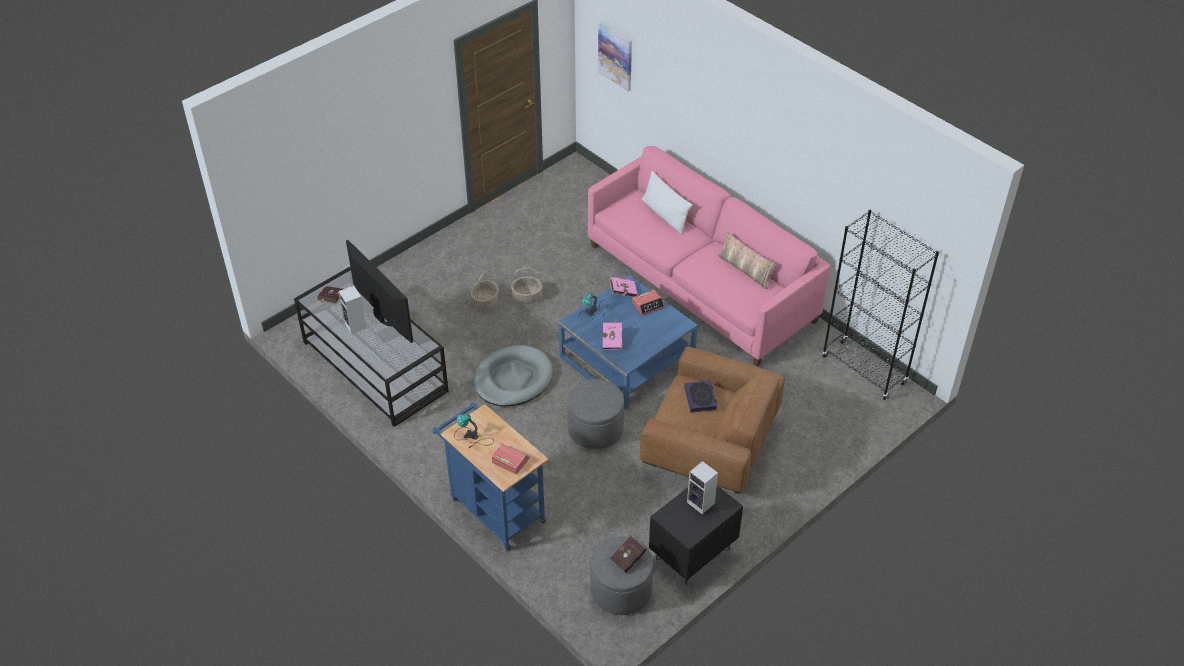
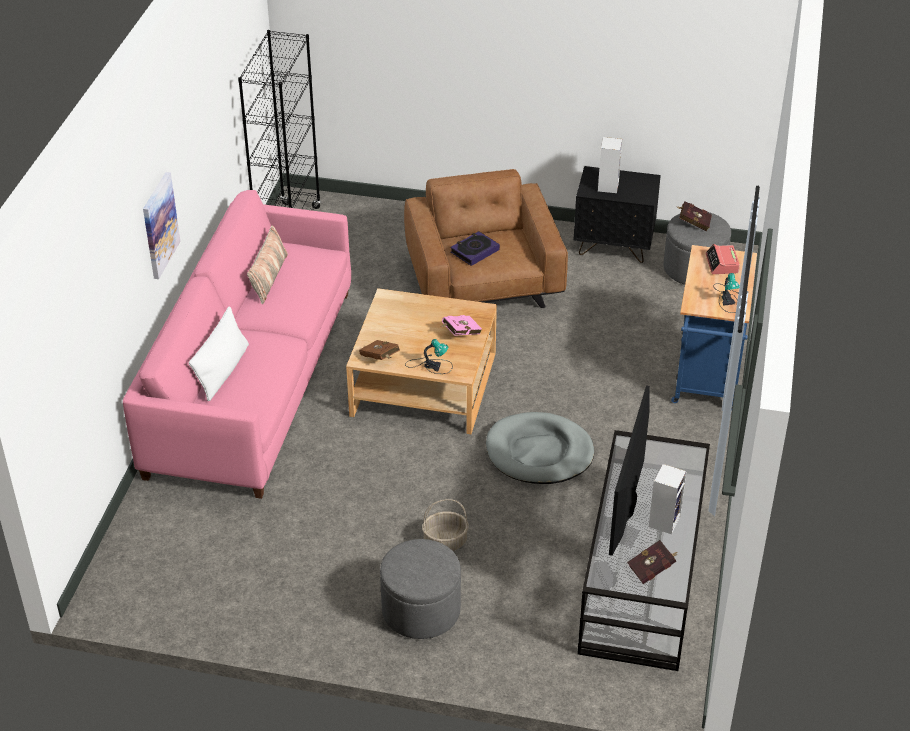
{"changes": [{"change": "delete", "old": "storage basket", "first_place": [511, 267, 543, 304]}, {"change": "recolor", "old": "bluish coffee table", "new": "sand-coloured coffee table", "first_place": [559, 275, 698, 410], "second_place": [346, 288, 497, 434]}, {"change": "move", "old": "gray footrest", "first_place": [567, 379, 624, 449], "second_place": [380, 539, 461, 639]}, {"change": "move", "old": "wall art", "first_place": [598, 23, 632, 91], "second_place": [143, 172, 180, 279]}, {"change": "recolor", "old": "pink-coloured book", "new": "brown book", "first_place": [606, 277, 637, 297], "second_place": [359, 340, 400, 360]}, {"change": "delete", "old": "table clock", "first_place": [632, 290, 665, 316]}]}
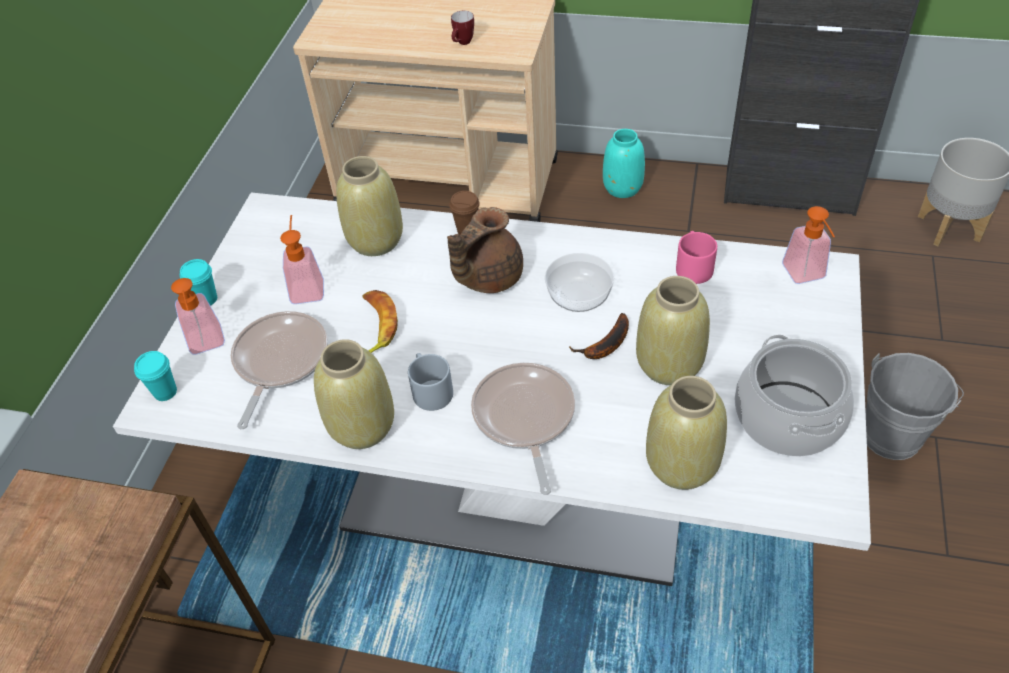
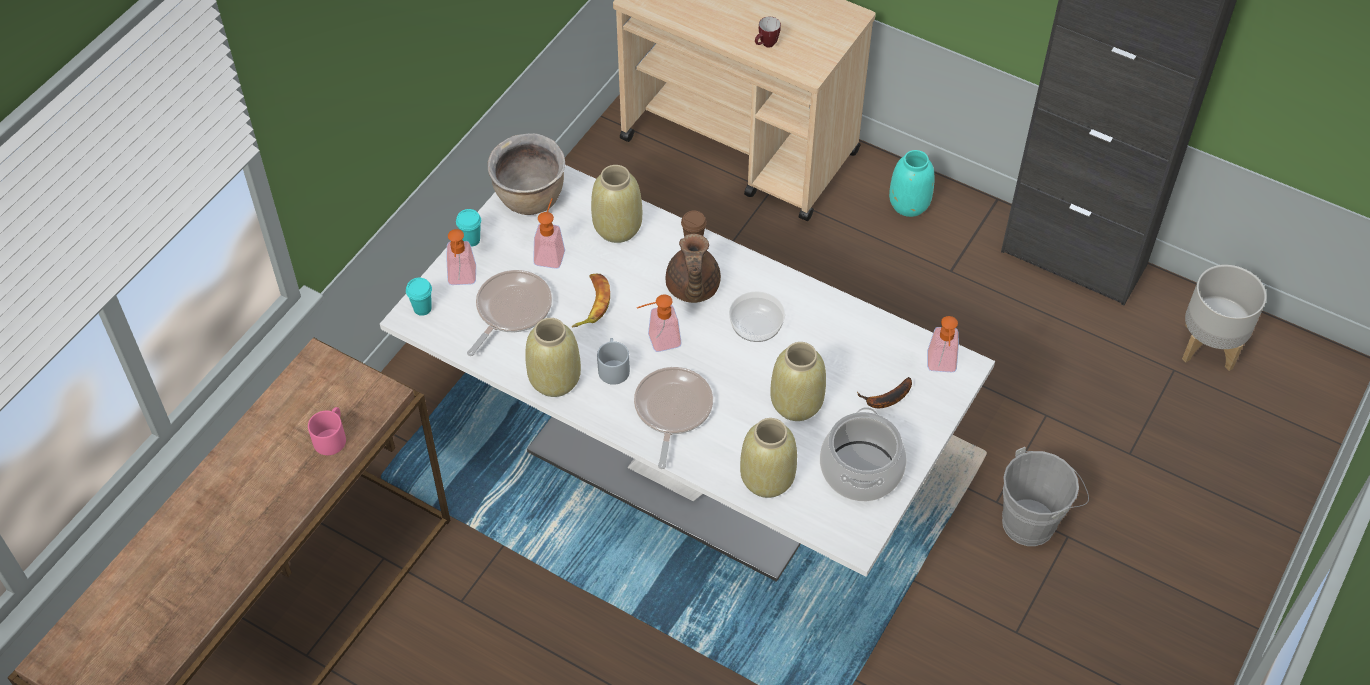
{"changes": [{"change": "rotate", "old": "brown pot for tea", "first_place": [447, 207, 523, 293], "second_place": [666, 234, 721, 303], "degrees": -60}, {"change": "move", "old": "banana fruit", "first_place": [569, 313, 629, 359], "second_place": [857, 377, 912, 408]}, {"change": "move", "old": "pink-coloured mug", "first_place": [676, 231, 717, 284], "second_place": [308, 407, 346, 455]}, {"change": "insert", "new": "brown saucepot", "second_place": [488, 133, 565, 215]}, {"change": "insert", "new": "liquid soap bottle", "second_place": [637, 294, 682, 352]}]}
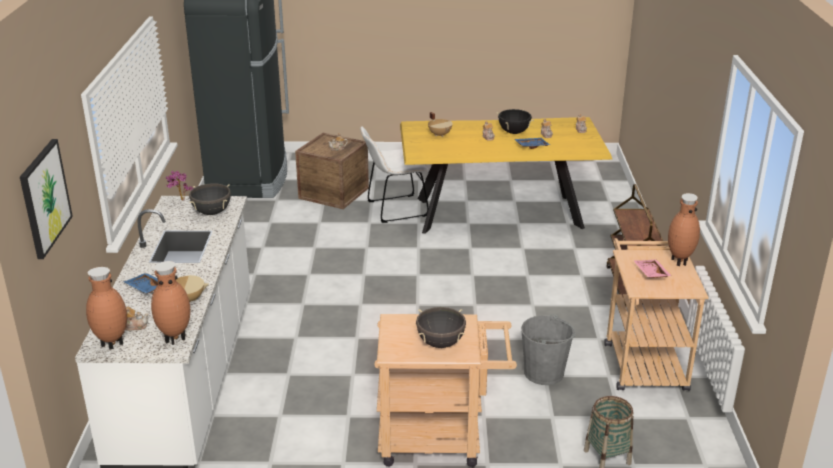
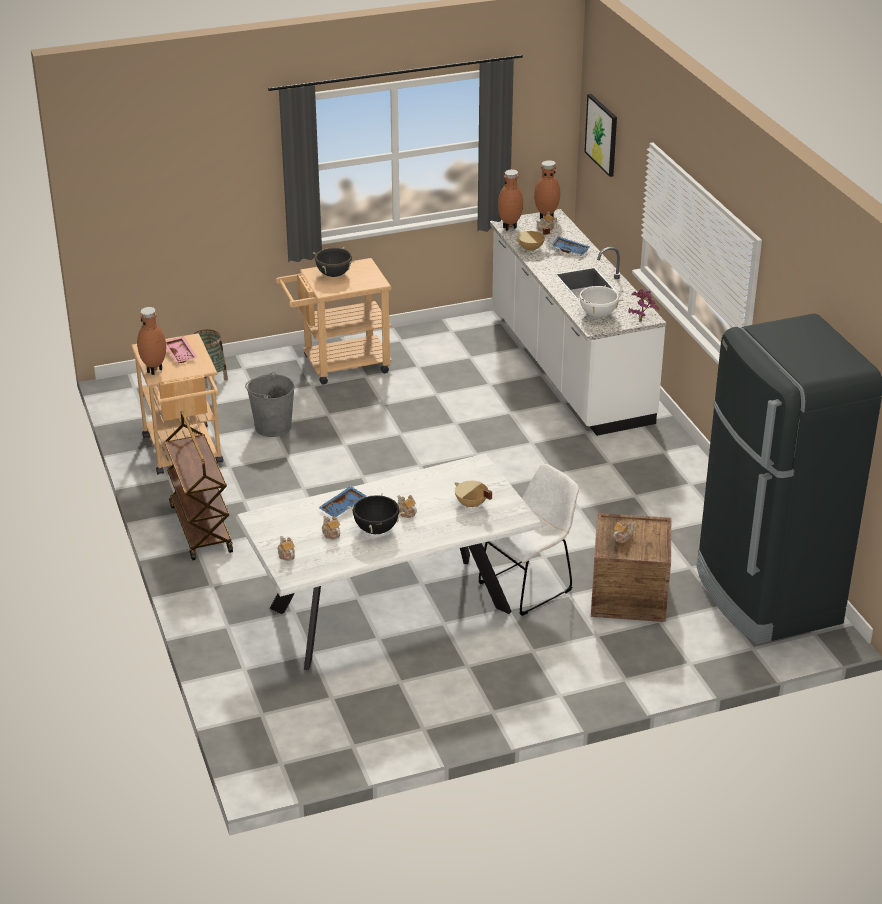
{"changes": [{"change": "recolor", "old": "black saucepot", "new": "white saucepot", "first_place": [189, 183, 231, 215], "second_place": [575, 285, 623, 317]}, {"change": "recolor", "old": "yellowish kitchen table", "new": "white kitchen table", "first_place": [400, 117, 612, 234], "second_place": [236, 454, 543, 670]}]}
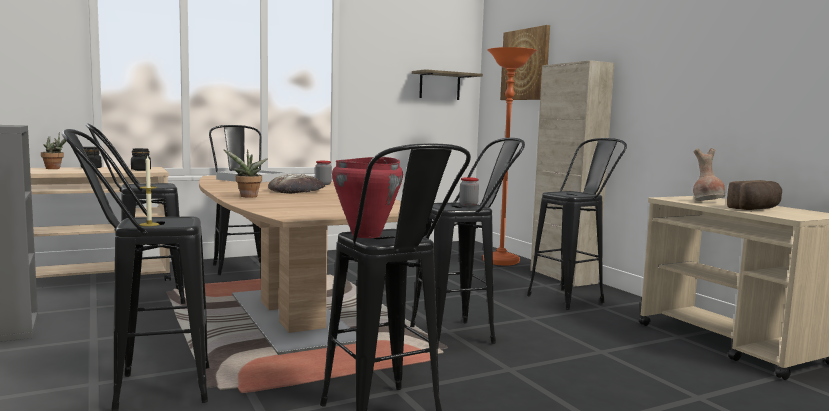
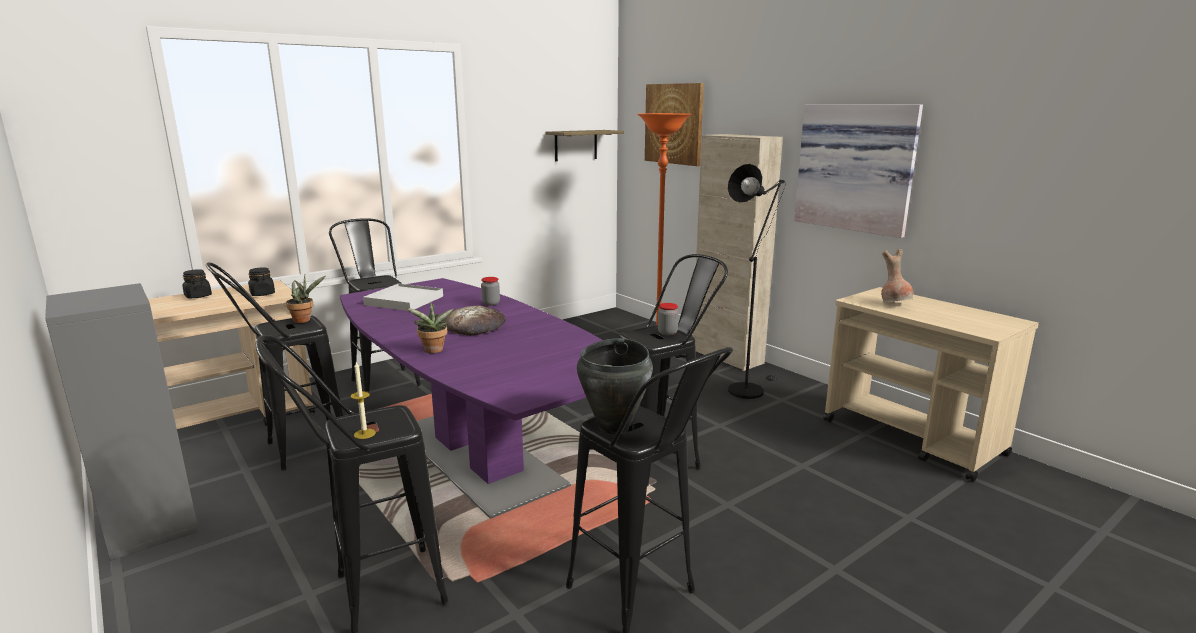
{"changes": [{"change": "move", "old": "potted plant", "first_place": [41, 132, 66, 169], "second_place": [286, 275, 325, 323]}, {"change": "recolor", "old": "brown kitchen table", "new": "purple-coloured kitchen table", "first_place": [199, 176, 401, 355], "second_place": [340, 278, 602, 519]}, {"change": "recolor", "old": "red saucepot", "new": "black saucepot", "first_place": [332, 157, 403, 238], "second_place": [577, 338, 653, 434]}, {"change": "replace", "old": "black stool seat", "new": "black standing lamp", "first_place": [527, 138, 627, 310], "second_place": [728, 164, 786, 399]}, {"change": "delete", "old": "baked bread", "first_place": [727, 180, 782, 210]}, {"change": "insert", "new": "wall art", "second_place": [794, 104, 923, 238]}]}
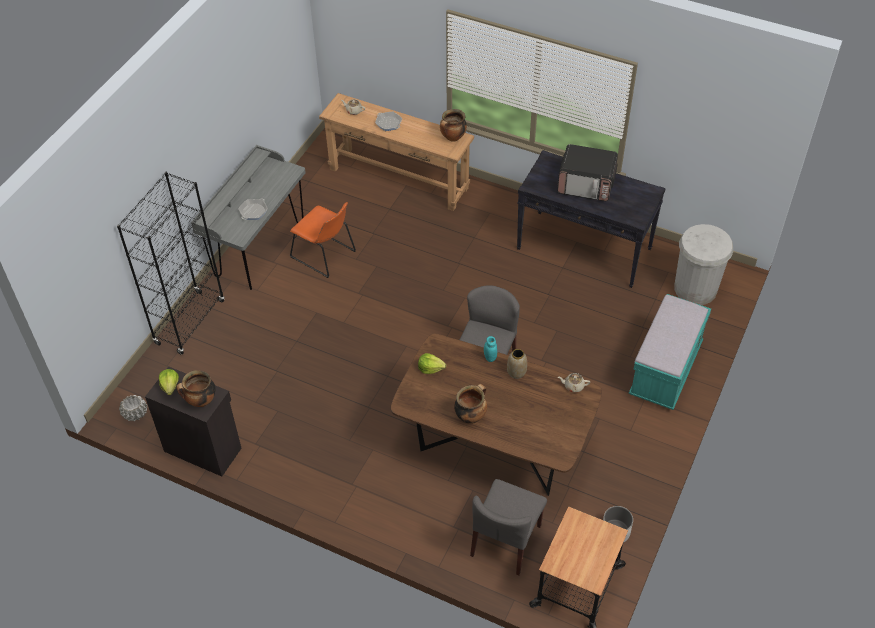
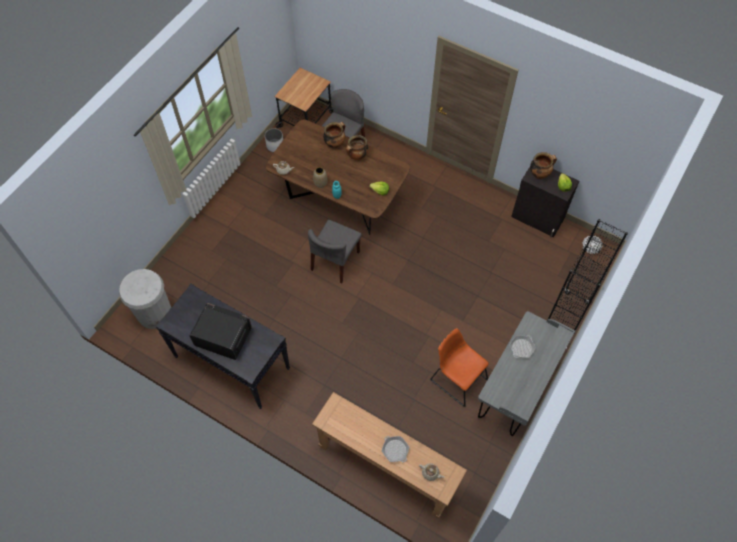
{"changes": [{"change": "move", "old": "saucepot", "first_place": [440, 109, 467, 142], "second_place": [323, 122, 345, 148]}, {"change": "delete", "old": "turquoise indoor bench", "first_place": [629, 294, 711, 410]}]}
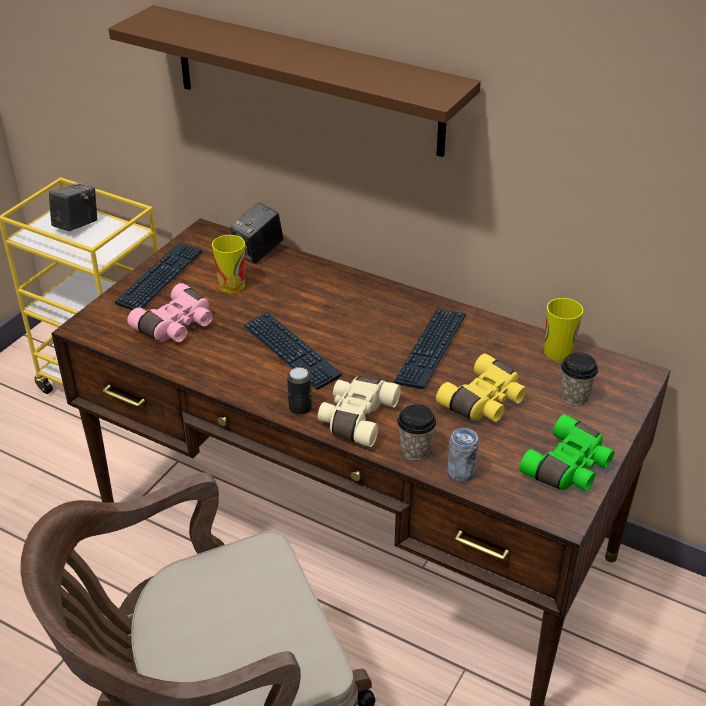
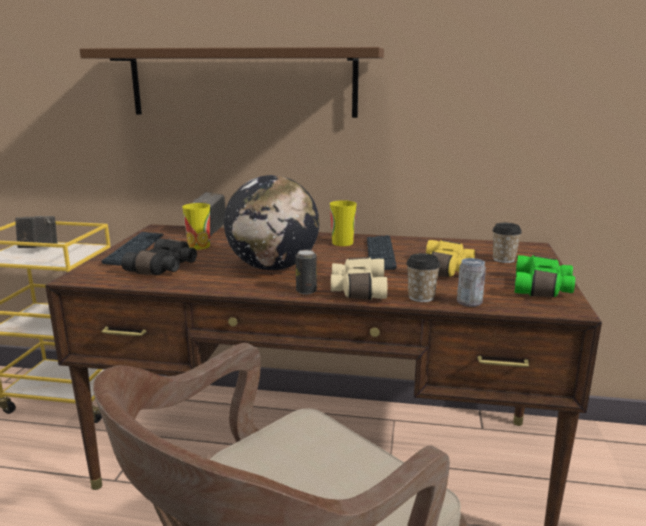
{"changes": [{"change": "recolor", "old": "pink-coloured binoculars", "new": "black binoculars", "first_place": [127, 283, 213, 342], "second_place": [121, 238, 197, 275]}, {"change": "replace", "old": "computer keyboard", "new": "globe", "first_place": [243, 312, 342, 390], "second_place": [224, 175, 319, 270]}, {"change": "move", "old": "cup", "first_place": [544, 298, 583, 361], "second_place": [330, 200, 357, 246]}]}
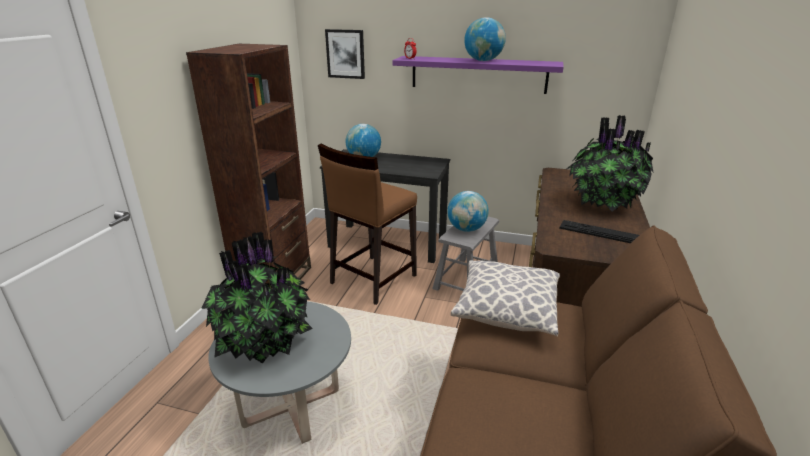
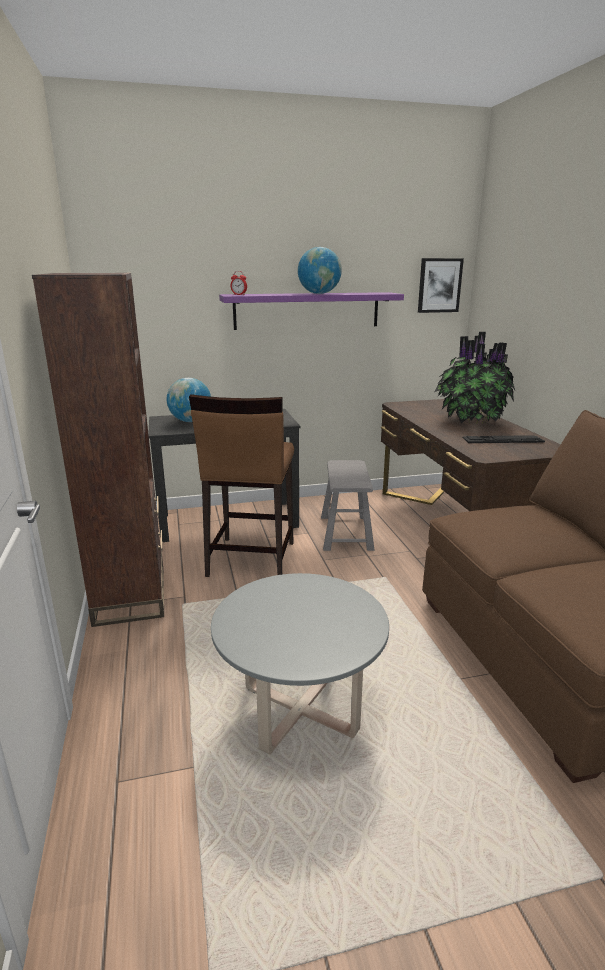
{"changes": [{"change": "delete", "old": "potted plant", "first_place": [201, 231, 313, 364]}, {"change": "move", "old": "wall art", "first_place": [325, 29, 365, 79], "second_place": [418, 258, 464, 313]}, {"change": "delete", "old": "globe", "first_place": [447, 191, 489, 232]}, {"change": "delete", "old": "pillow", "first_place": [451, 260, 560, 336]}]}
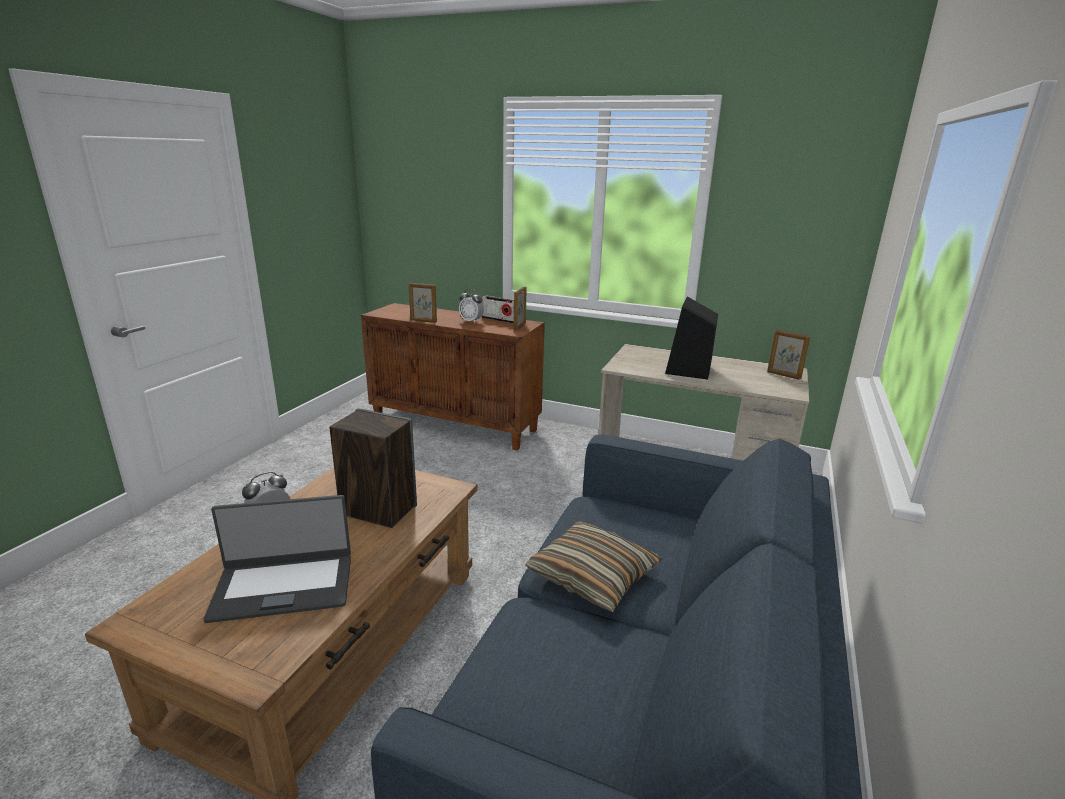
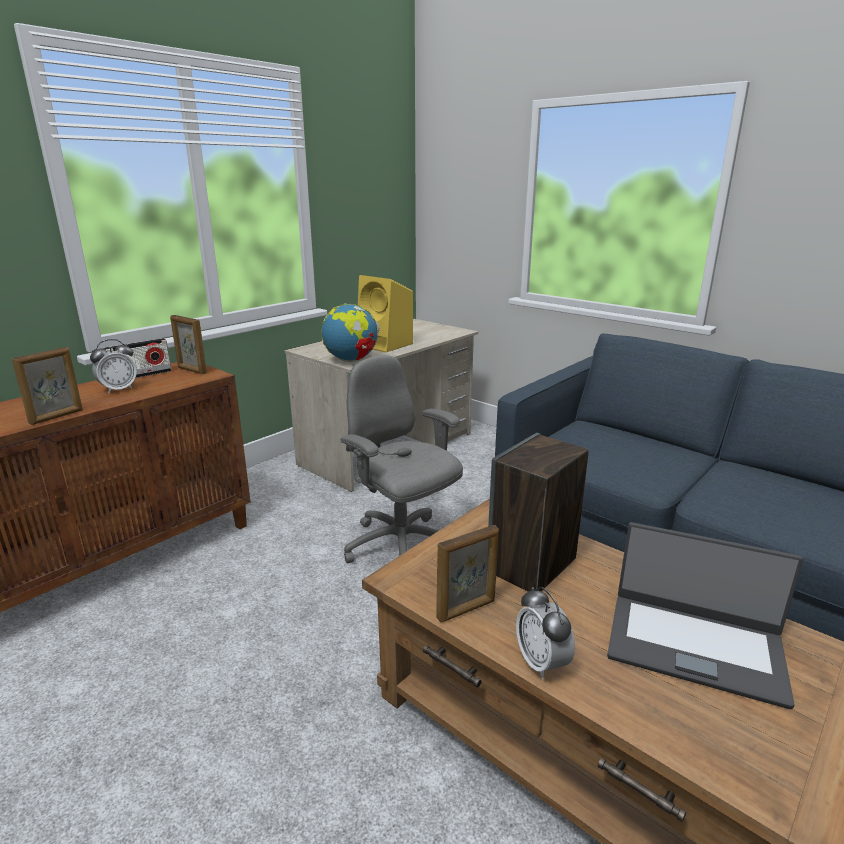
{"changes": [{"change": "rotate", "old": "laptop", "first_place": [204, 495, 351, 623], "second_place": [607, 522, 803, 709], "degrees": 105}, {"change": "delete", "old": "pillow", "first_place": [525, 521, 662, 612]}, {"change": "recolor", "old": "black loudspeaker", "new": "yellowish loudspeaker", "first_place": [665, 296, 718, 379], "second_place": [358, 275, 413, 352]}, {"change": "move", "old": "picture frame", "first_place": [767, 329, 811, 380], "second_place": [436, 525, 499, 623]}, {"change": "insert", "new": "globe", "second_place": [321, 304, 380, 362]}, {"change": "insert", "new": "gray computer chair", "second_place": [341, 355, 463, 563]}]}
